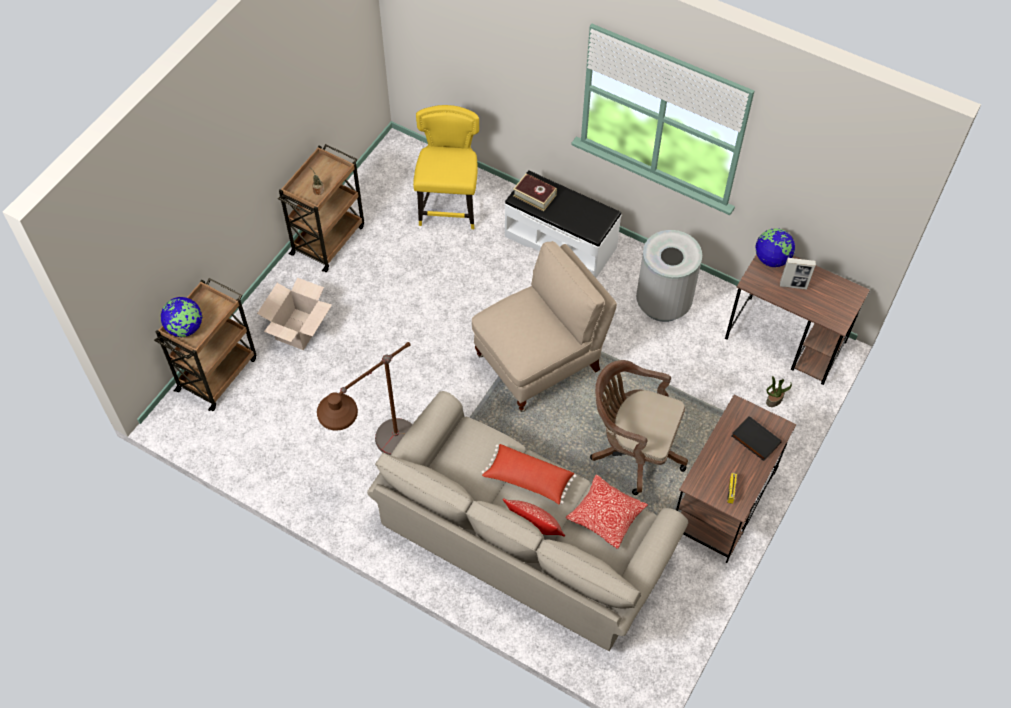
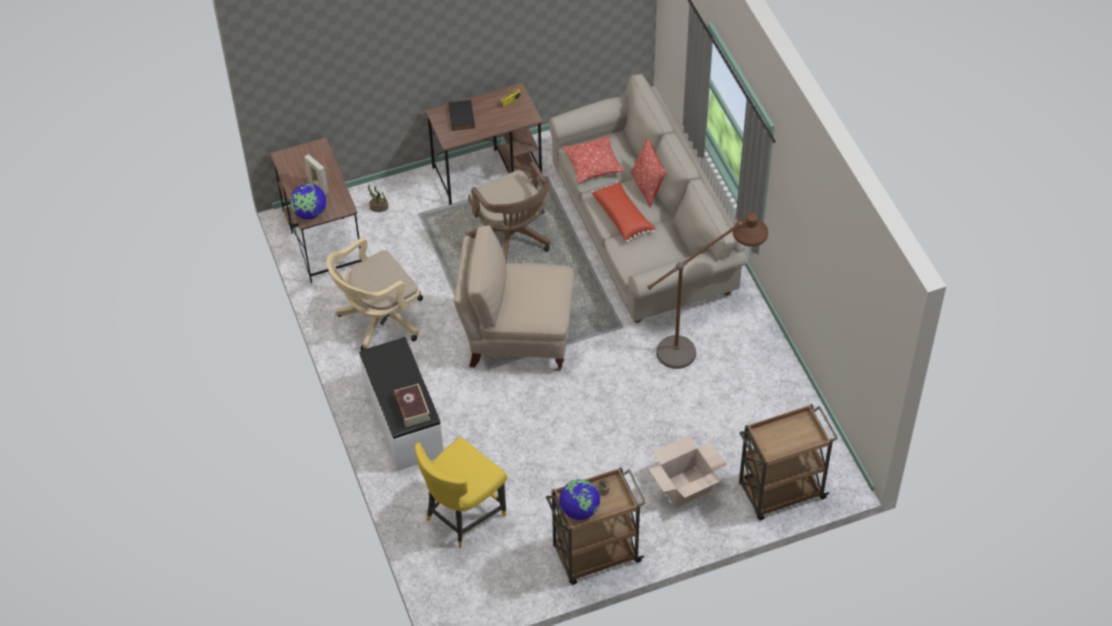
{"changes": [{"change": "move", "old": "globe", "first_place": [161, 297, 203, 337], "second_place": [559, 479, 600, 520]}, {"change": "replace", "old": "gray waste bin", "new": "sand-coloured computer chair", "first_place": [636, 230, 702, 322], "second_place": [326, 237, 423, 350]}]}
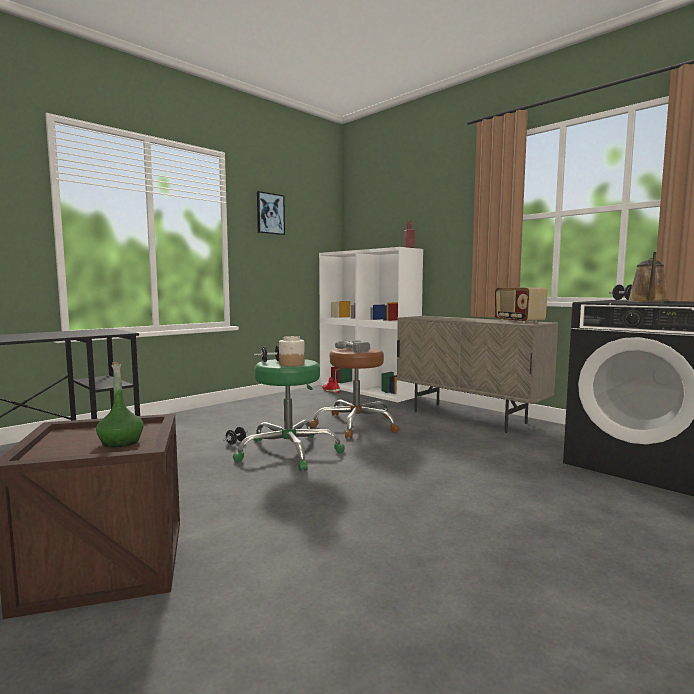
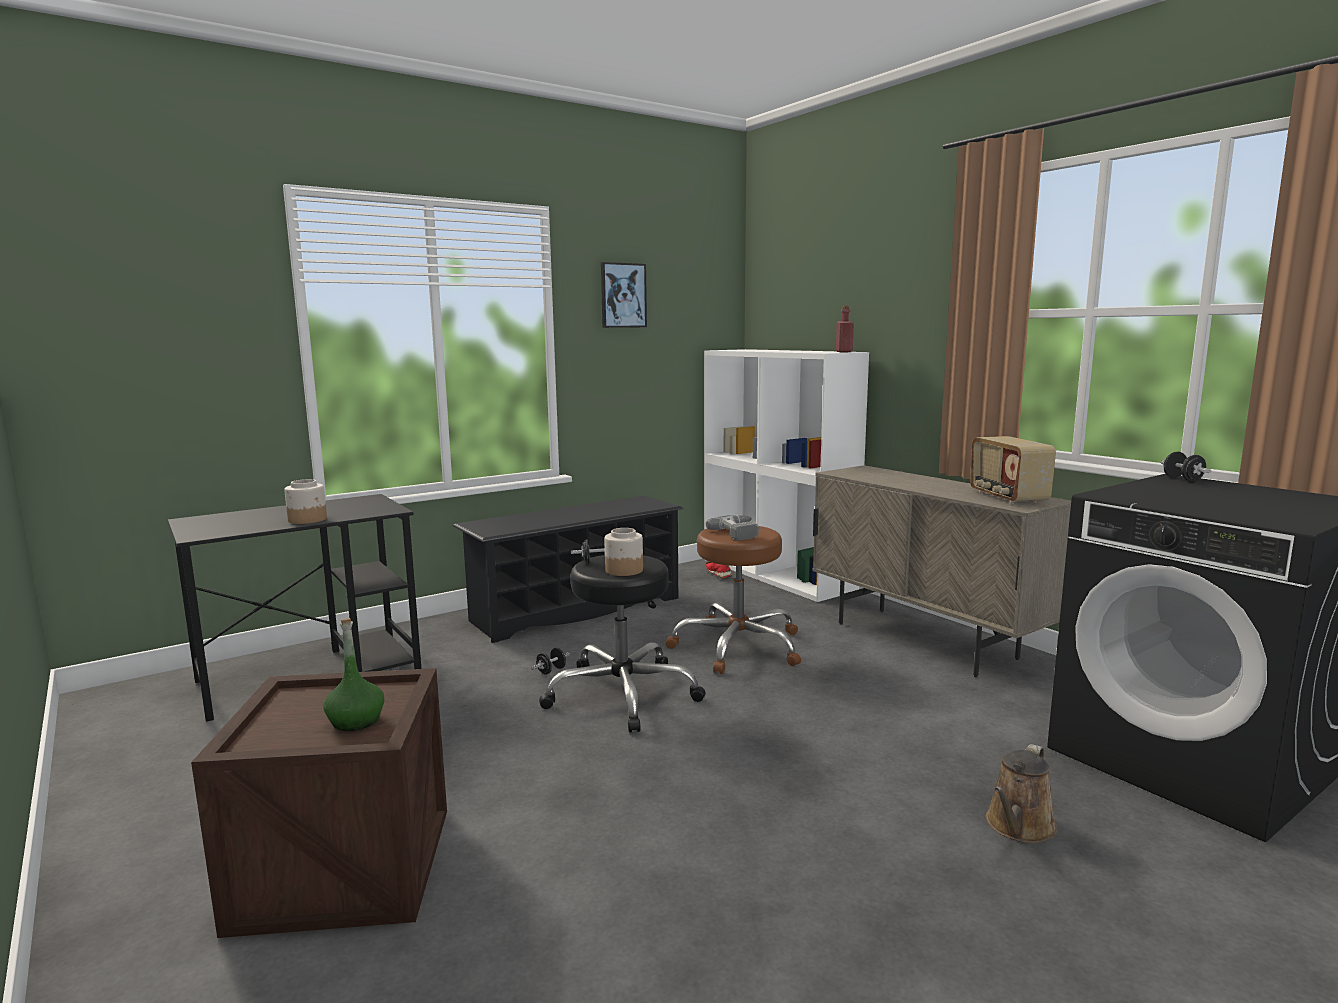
{"changes": [{"change": "recolor", "old": "greenish stool seat", "new": "black stool seat", "first_place": [233, 359, 345, 471], "second_place": [539, 555, 706, 732]}, {"change": "move", "old": "brown watering pot", "first_place": [628, 252, 669, 302], "second_place": [986, 744, 1058, 843]}, {"change": "insert", "new": "jar", "second_place": [284, 479, 327, 524]}, {"change": "insert", "new": "black shoe rack", "second_place": [453, 496, 683, 643]}]}
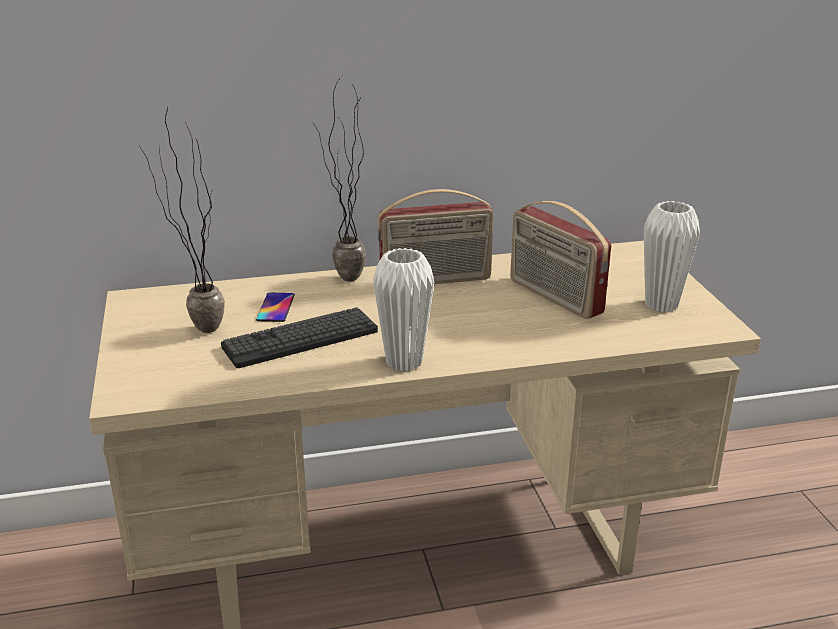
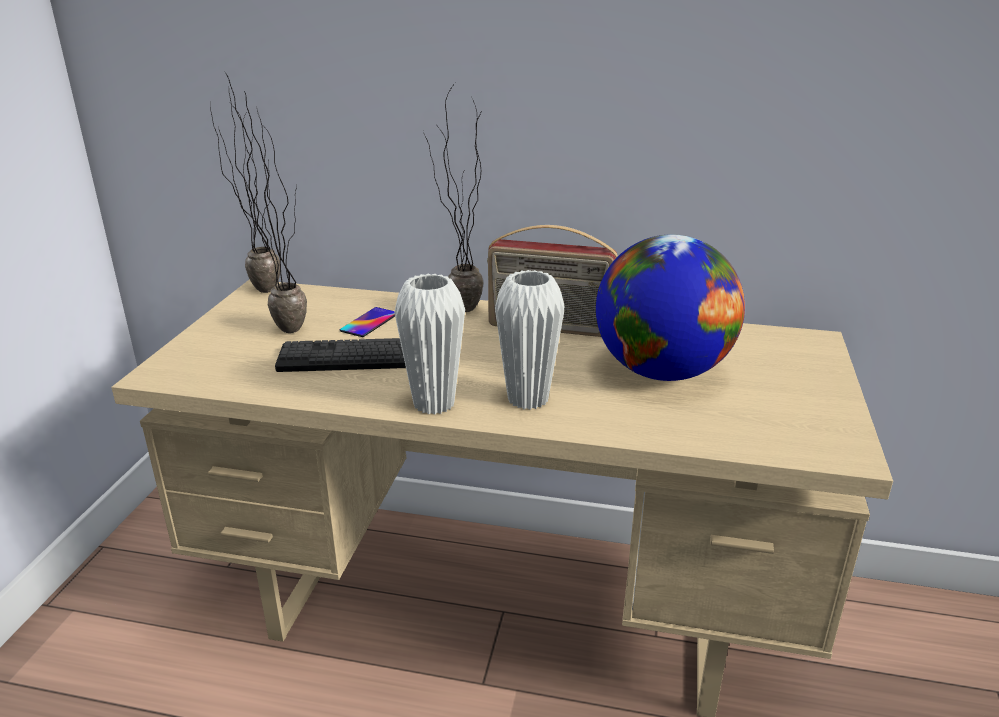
{"changes": [{"change": "replace", "old": "radio receiver", "new": "globe", "first_place": [510, 201, 611, 319], "second_place": [596, 235, 745, 381]}, {"change": "move", "old": "white flower vase", "first_place": [644, 201, 700, 312], "second_place": [495, 270, 565, 410]}, {"change": "insert", "new": "potted plant", "second_place": [210, 71, 280, 293]}]}
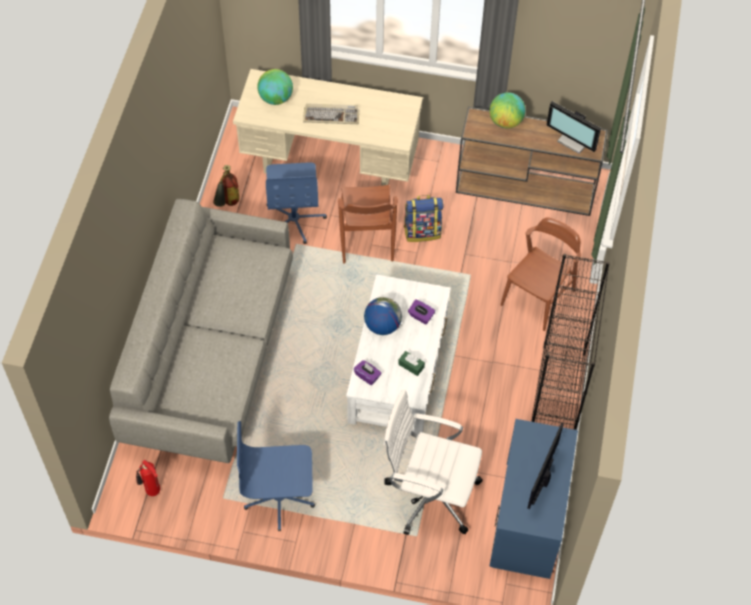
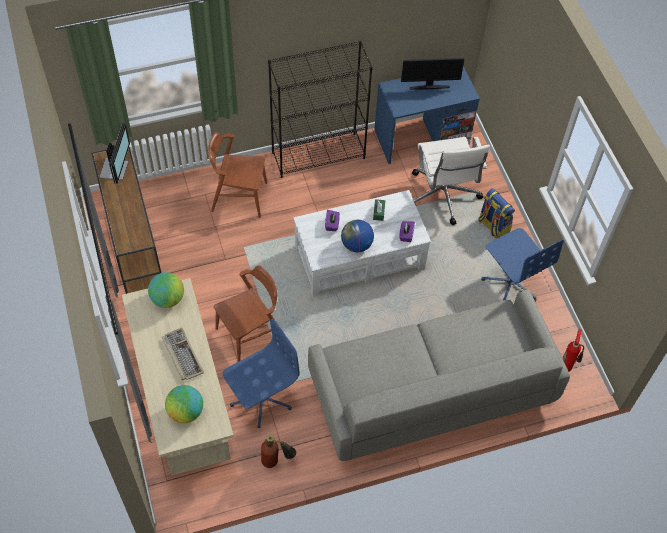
{"changes": [{"change": "move", "old": "backpack", "first_place": [404, 195, 443, 242], "second_place": [478, 188, 515, 238]}, {"change": "move", "old": "globe", "first_place": [490, 92, 525, 128], "second_place": [148, 272, 184, 308]}]}
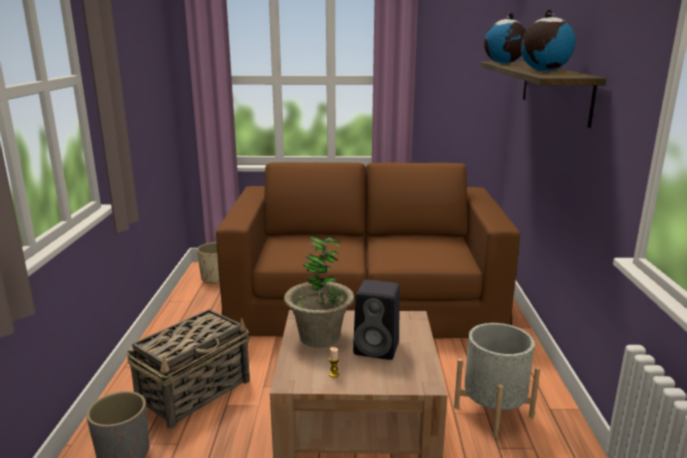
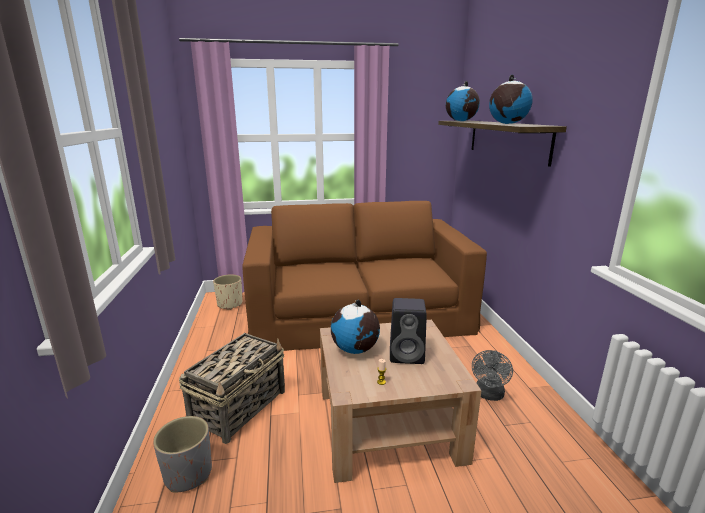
{"changes": [{"change": "replace", "old": "potted plant", "new": "globe", "first_place": [284, 236, 354, 348], "second_place": [331, 300, 380, 354]}, {"change": "replace", "old": "gray plant pot", "new": "gray cooling fan", "first_place": [454, 323, 540, 438], "second_place": [472, 350, 513, 401]}]}
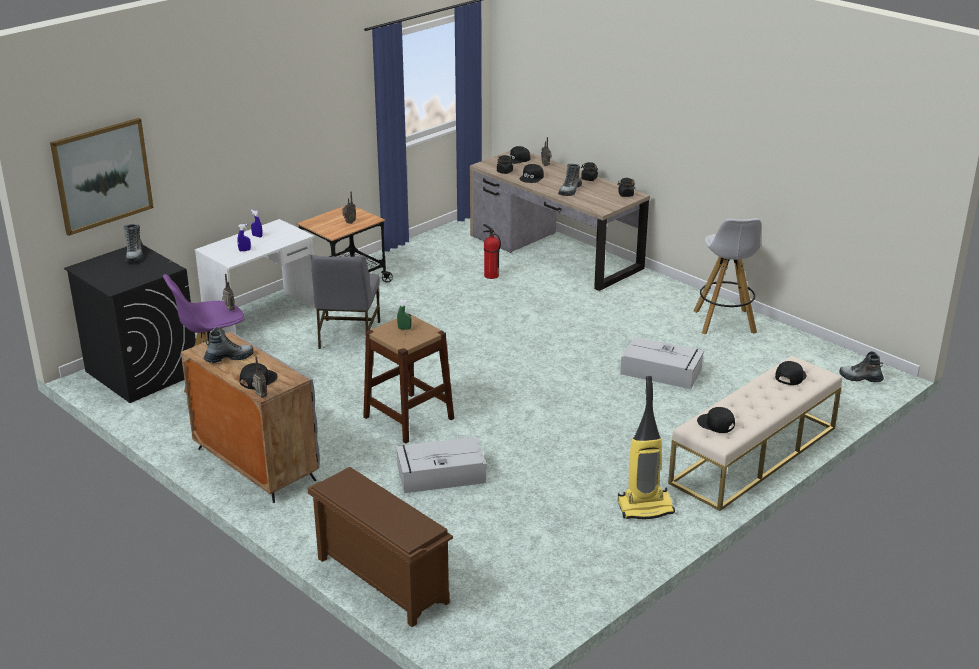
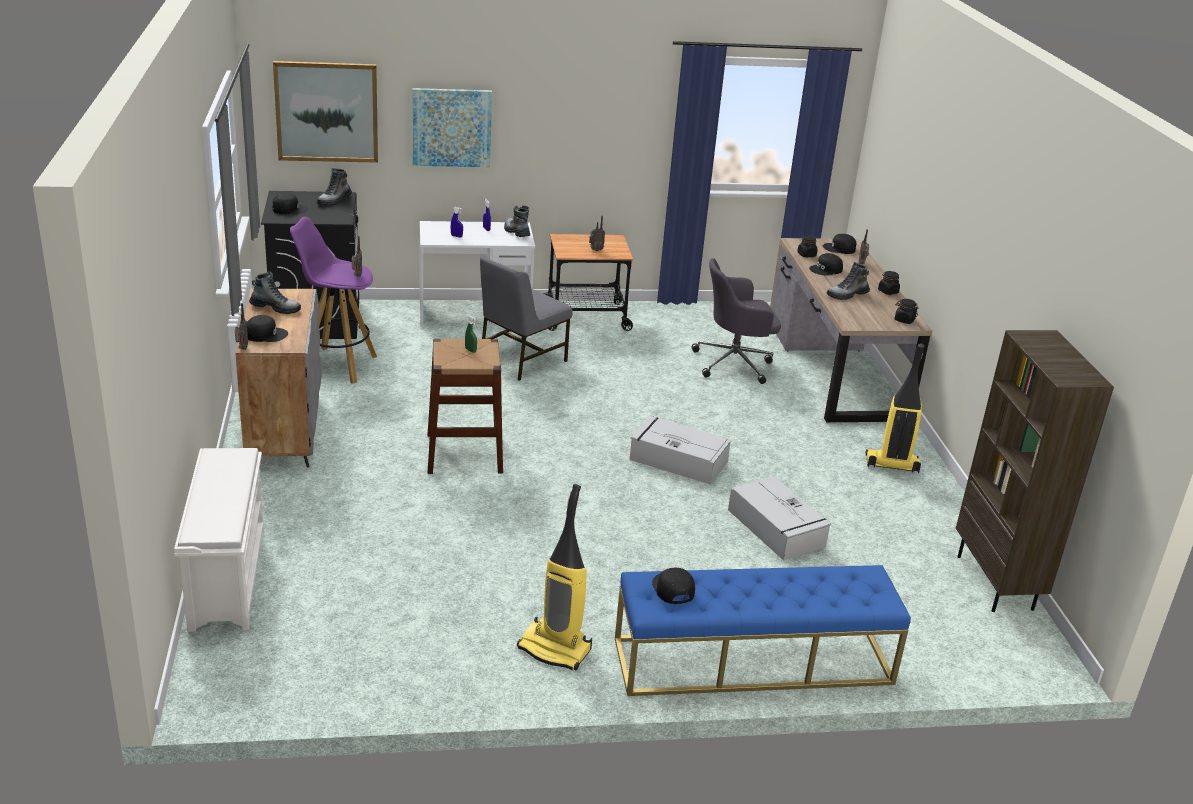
{"changes": [{"change": "recolor", "old": "brown shoe rack", "new": "white shoe rack", "first_place": [308, 467, 453, 627], "second_place": [174, 448, 264, 632]}, {"change": "move", "old": "gray storage container", "first_place": [396, 437, 486, 493], "second_place": [630, 416, 731, 485]}, {"change": "replace", "old": "fire extinguisher", "new": "gray computer chair", "first_place": [483, 224, 501, 279], "second_place": [692, 258, 781, 384]}, {"change": "recolor", "old": "sand-coloured indoor bench", "new": "bluish indoor bench", "first_place": [668, 356, 842, 511], "second_place": [615, 565, 911, 696]}, {"change": "delete", "old": "white stool seat", "first_place": [693, 218, 761, 334]}, {"change": "move", "old": "black cap", "first_place": [775, 361, 807, 385], "second_place": [272, 193, 308, 214]}, {"change": "move", "old": "boot", "first_place": [839, 351, 884, 382], "second_place": [504, 206, 530, 237]}, {"change": "insert", "new": "wall art", "second_place": [413, 88, 492, 167]}, {"change": "insert", "new": "hoover", "second_place": [865, 344, 924, 473]}, {"change": "insert", "new": "brown bookcase", "second_place": [956, 330, 1114, 612]}]}
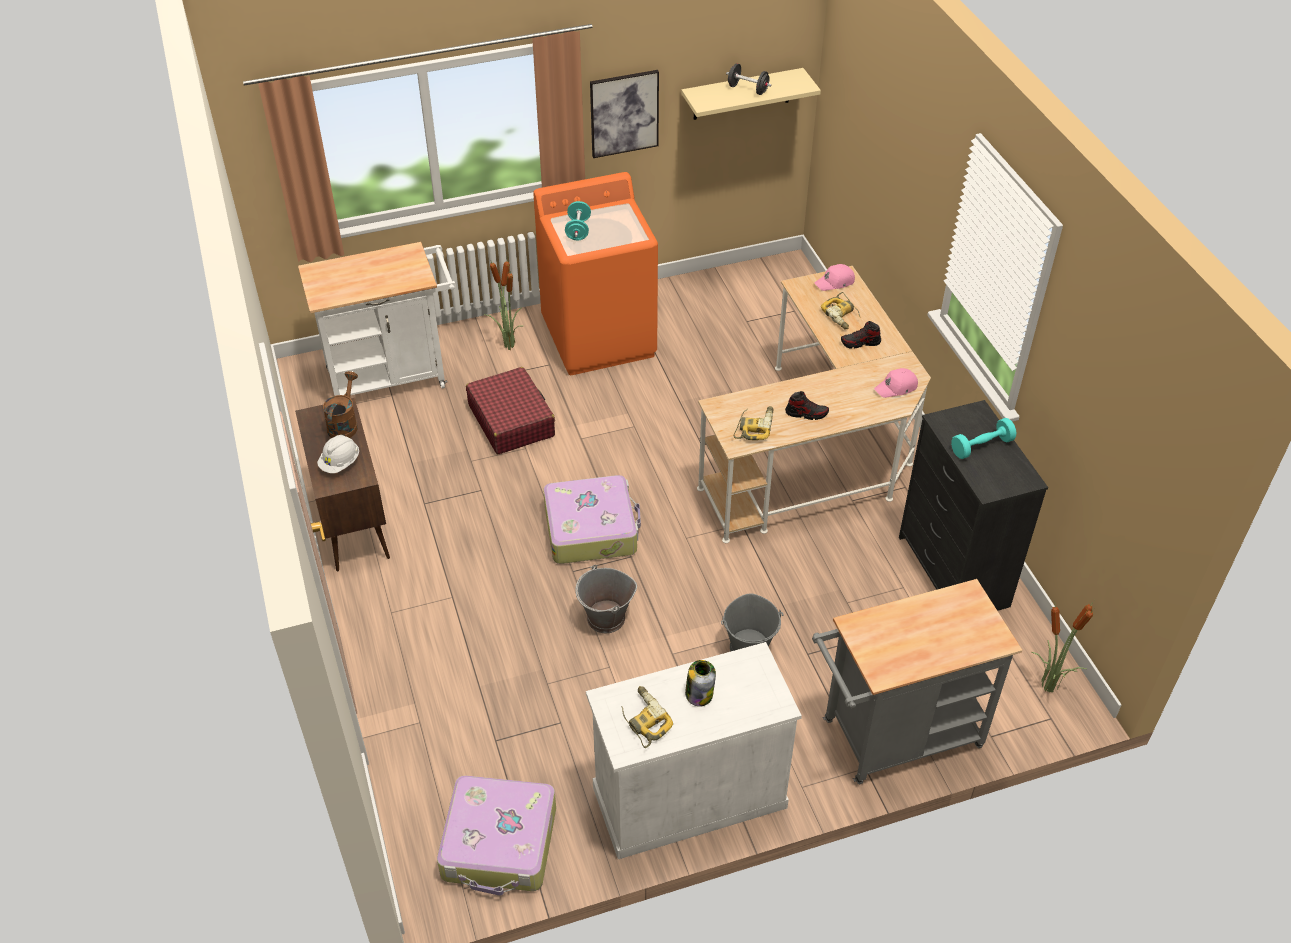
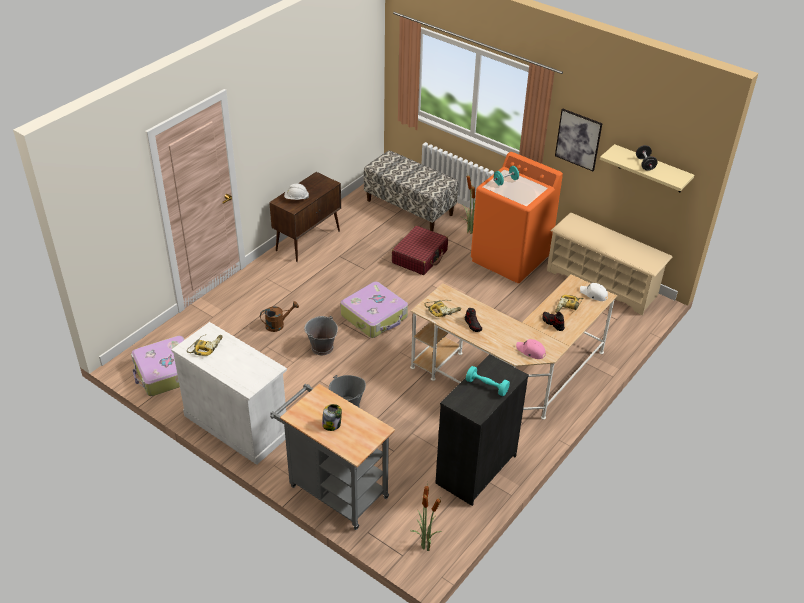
{"changes": [{"change": "replace", "old": "white cart", "new": "indoor bench", "first_place": [298, 242, 456, 396], "second_place": [364, 150, 458, 231]}, {"change": "move", "old": "brown watering pot", "first_place": [323, 371, 358, 438], "second_place": [260, 301, 299, 332]}, {"change": "move", "old": "jar", "first_place": [685, 660, 716, 707], "second_place": [322, 404, 342, 431]}, {"change": "recolor", "old": "pink-coloured cap", "new": "white cap", "first_place": [815, 264, 855, 291], "second_place": [580, 283, 608, 301]}, {"change": "insert", "new": "sand-coloured shoe rack", "second_place": [547, 213, 672, 315]}]}
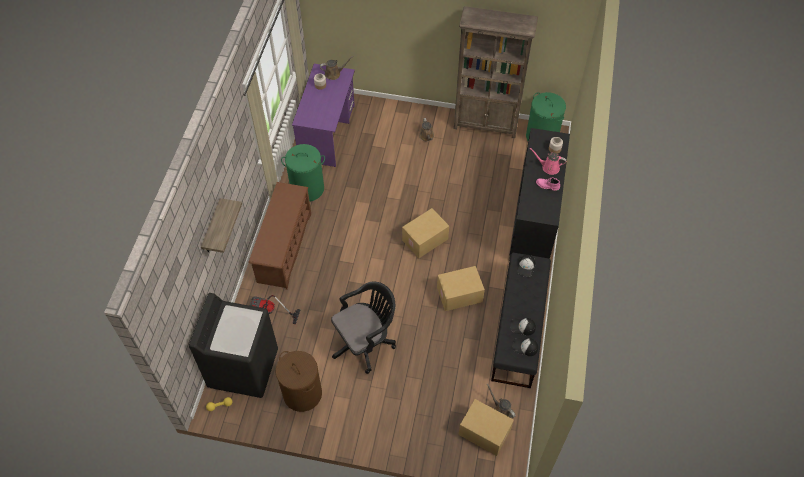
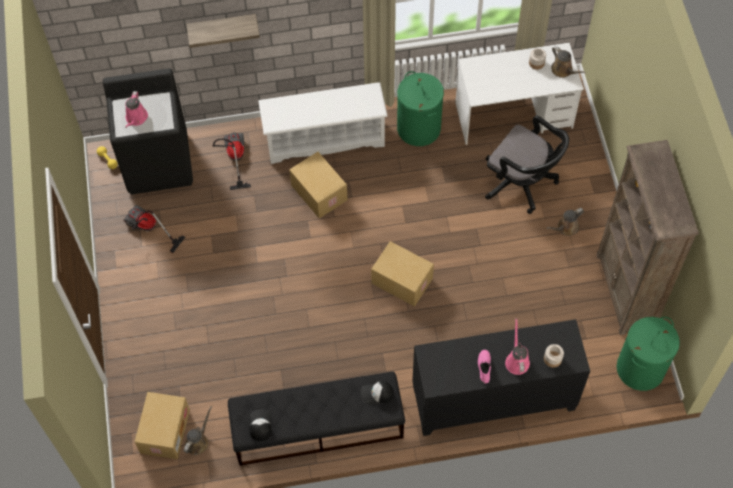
{"changes": [{"change": "recolor", "old": "brown shoe rack", "new": "white shoe rack", "first_place": [248, 182, 311, 290], "second_place": [258, 82, 388, 164]}, {"change": "replace", "old": "brown laundry basket", "new": "hoover", "first_place": [276, 351, 322, 412], "second_place": [123, 205, 185, 253]}, {"change": "recolor", "old": "purple-coloured desk unit", "new": "white desk unit", "first_place": [292, 64, 355, 167], "second_place": [455, 43, 584, 145]}, {"change": "move", "old": "black computer chair", "first_place": [331, 282, 396, 374], "second_place": [485, 115, 569, 214]}, {"change": "move", "old": "carton", "first_place": [437, 266, 485, 311], "second_place": [289, 152, 348, 218]}, {"change": "delete", "old": "cap", "first_place": [510, 318, 536, 336]}, {"change": "insert", "new": "pink-coloured watering pot", "second_place": [125, 91, 148, 128]}]}
